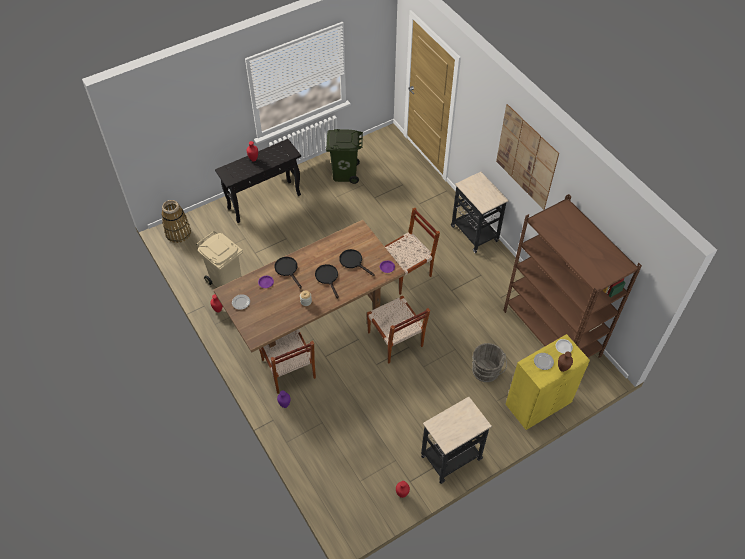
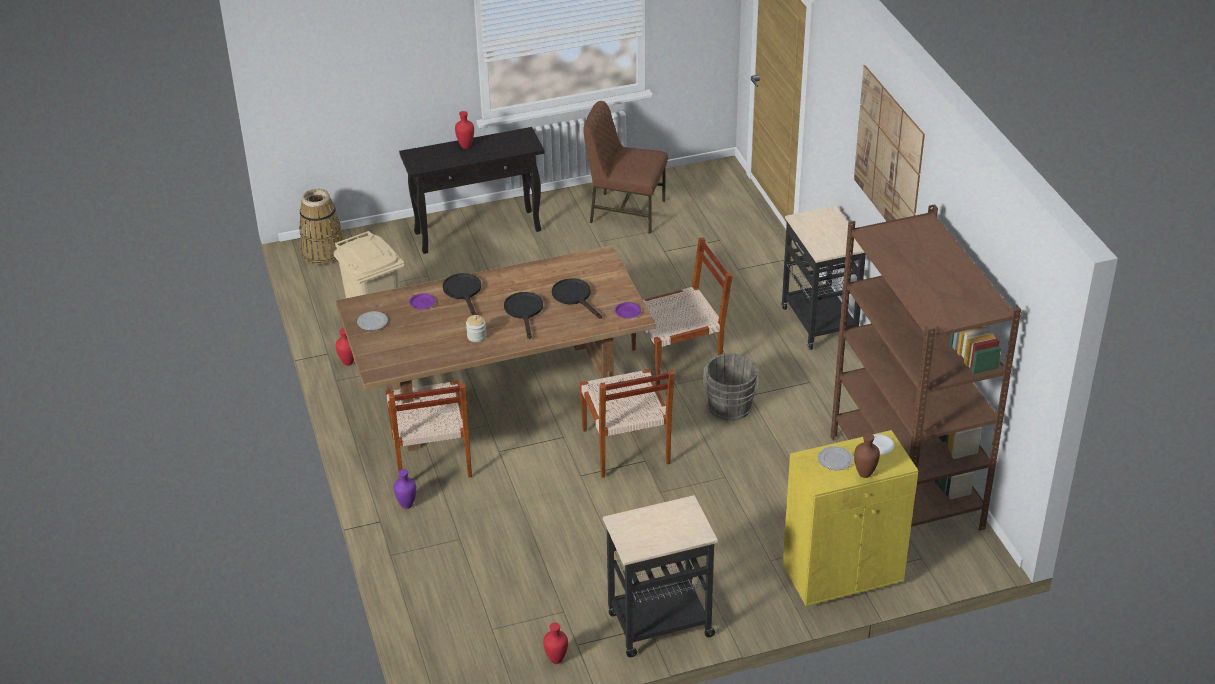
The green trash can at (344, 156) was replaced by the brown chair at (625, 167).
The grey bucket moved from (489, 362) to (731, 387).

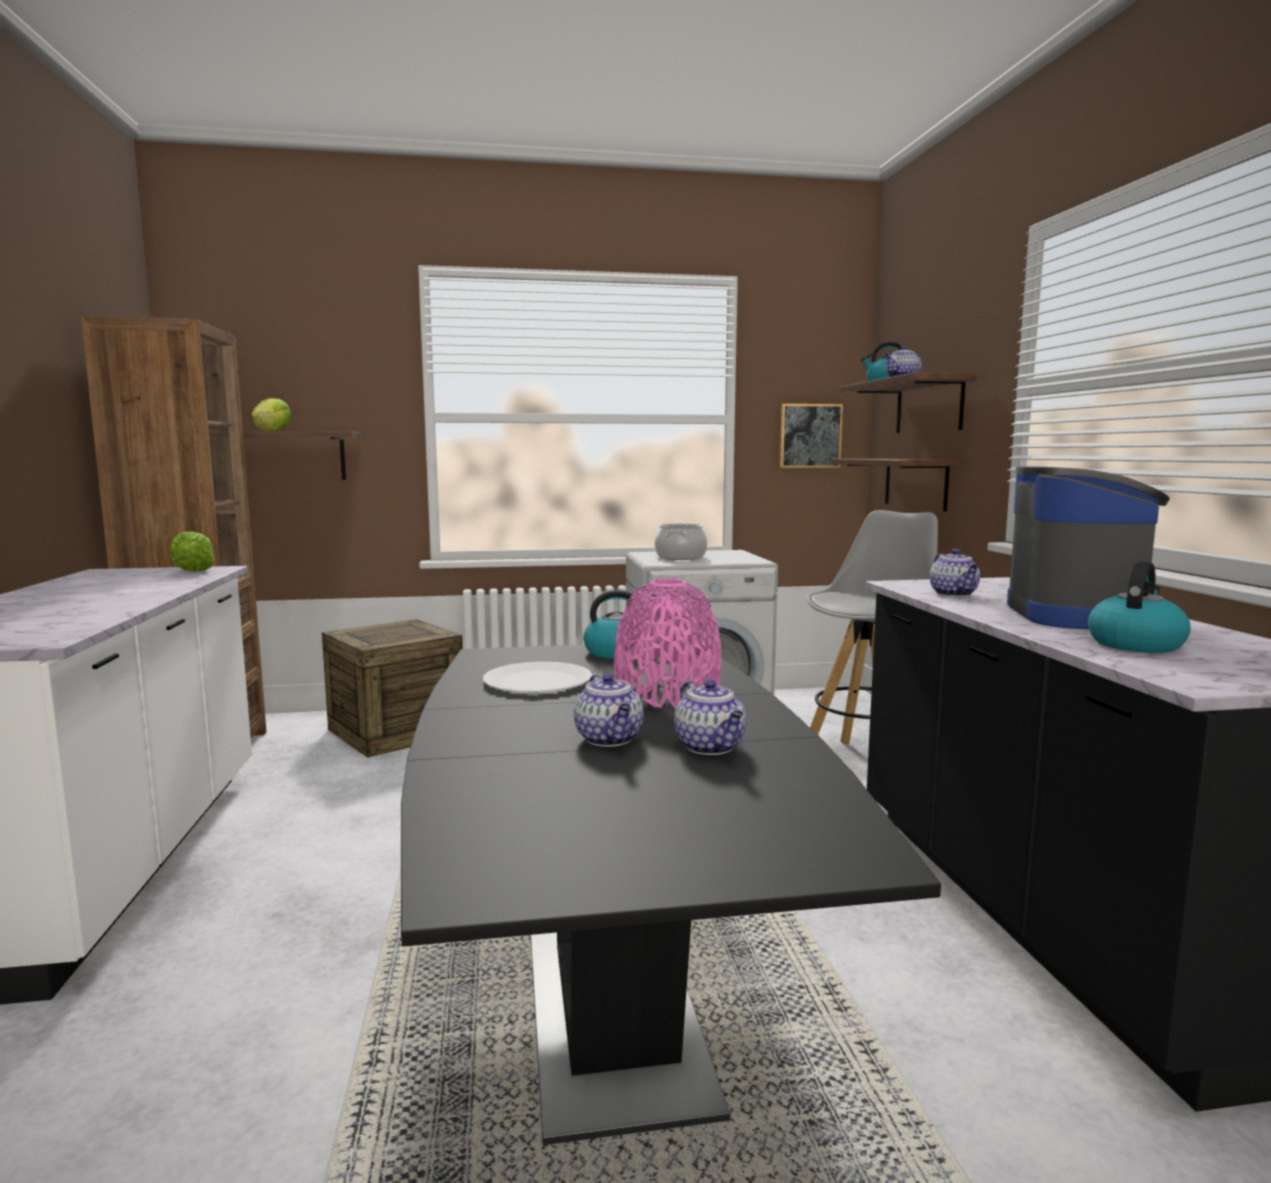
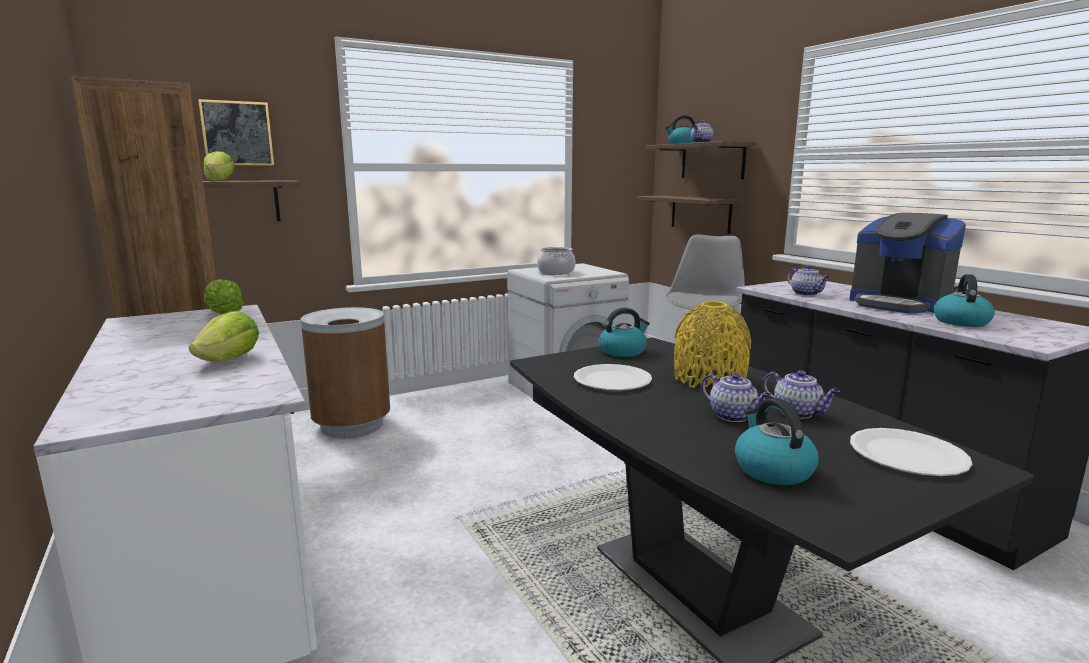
The lettuce at (224, 336) appeared.
The picture moved from (811, 436) to (236, 132).
The crate at (392, 688) was replaced by the brown trash can at (345, 372).
The pink vase at (667, 644) became the yellow vase at (712, 344).
The kettle at (777, 441) appeared.
The coffee machine at (1088, 547) turned 150 degrees clockwise.
The white plate at (911, 452) appeared.

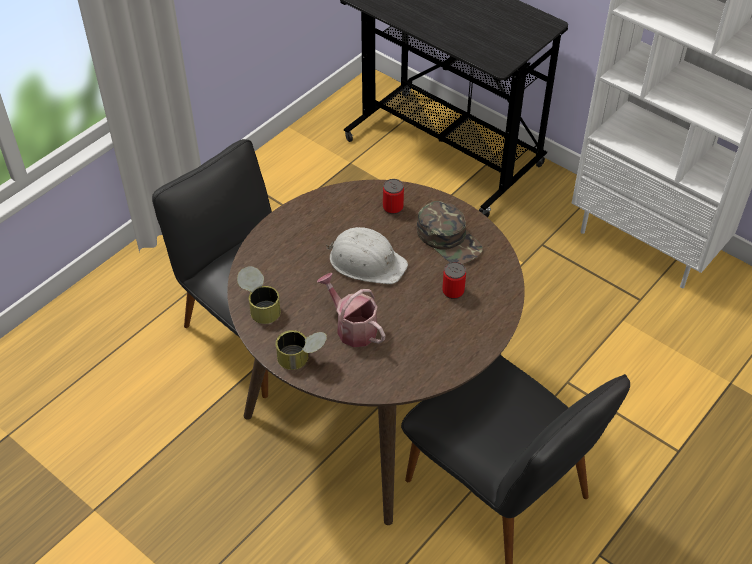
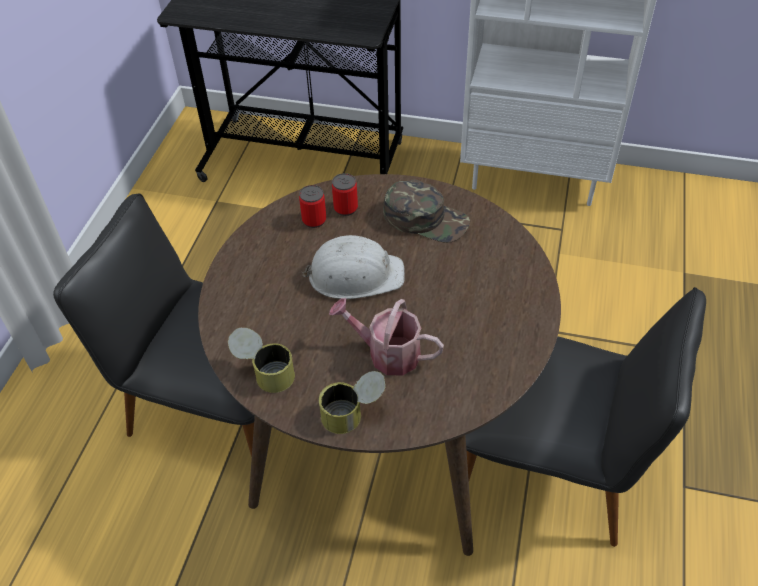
The can moved from (454, 280) to (312, 206).

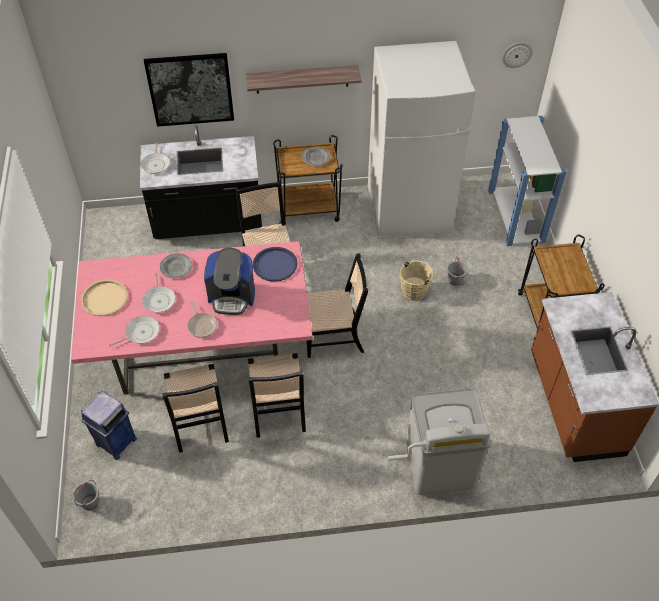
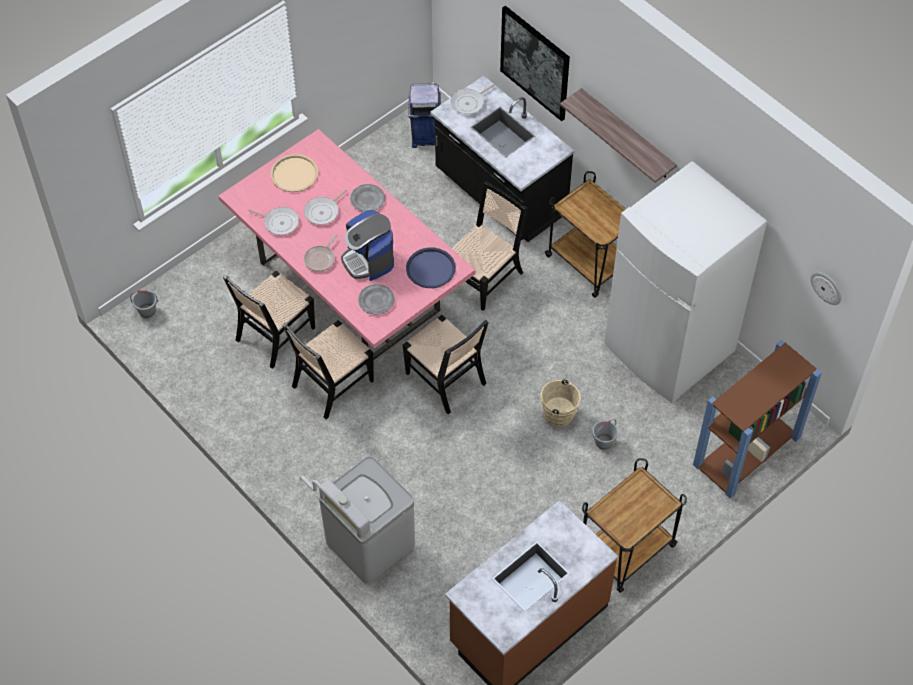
The grey plate moved from (316, 156) to (376, 299).
The blue trash can moved from (109, 425) to (425, 115).
The white bookcase at (527, 181) became the brown bookcase at (757, 419).

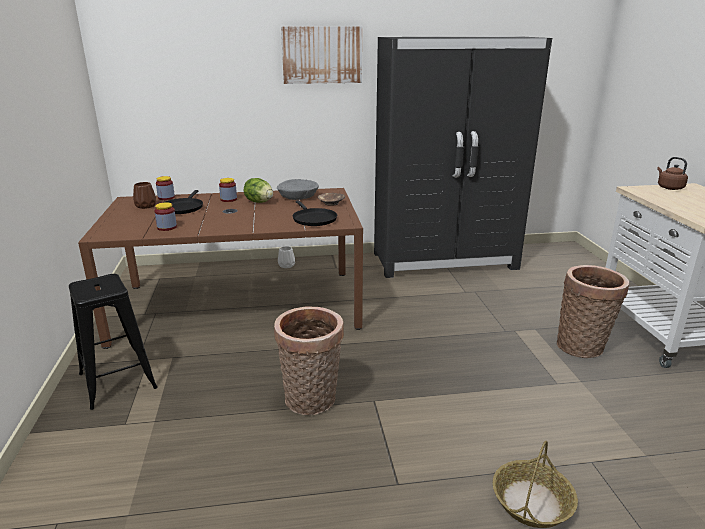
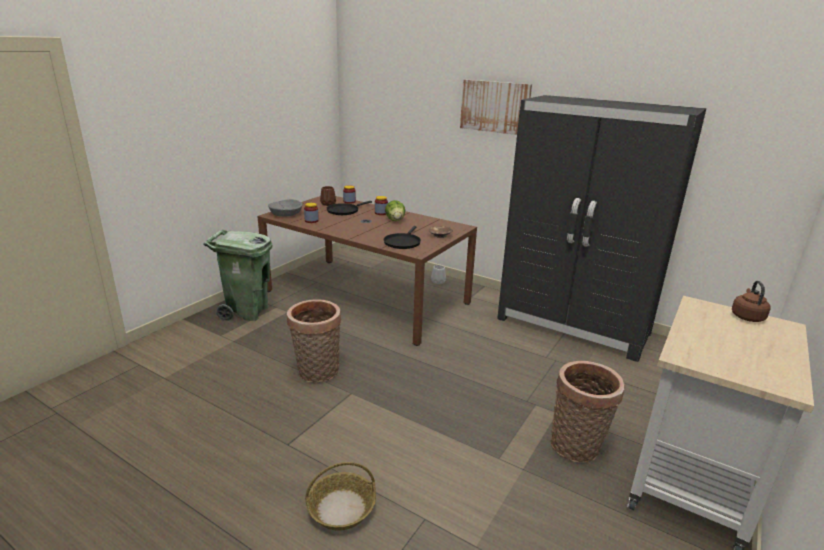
The black stool at (113, 342) was replaced by the green trash can at (238, 275).
The grey bowl moved from (298, 189) to (285, 208).

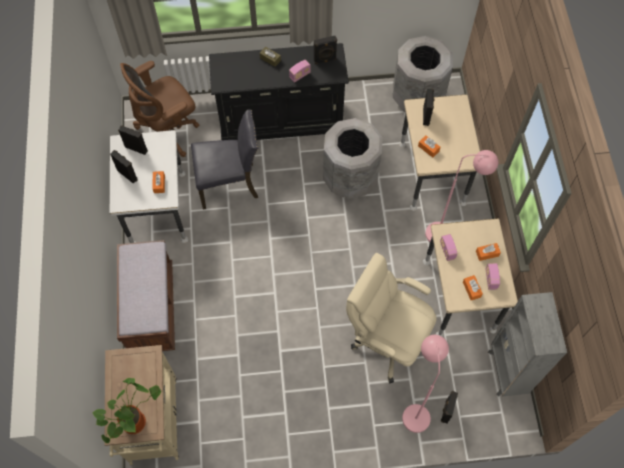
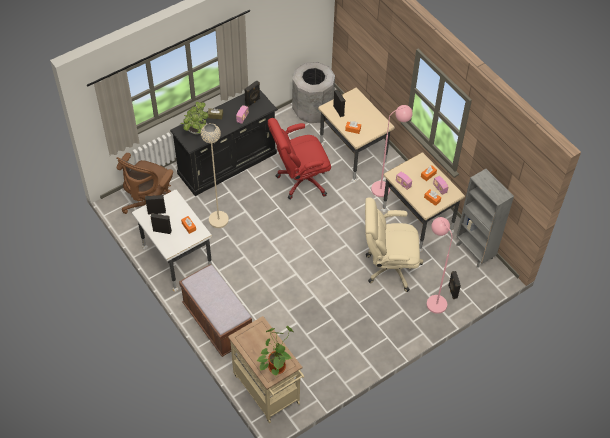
The potted plant at (194, 118) appeared.
The grey chair at (224, 159) was replaced by the beige floor lamp at (215, 175).
The grey trash can at (353, 158) was replaced by the red office chair at (299, 159).

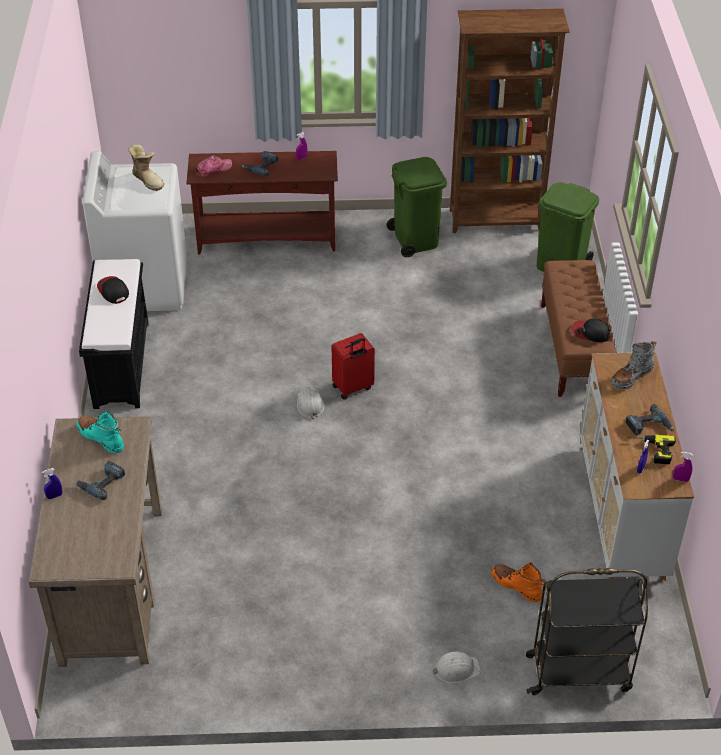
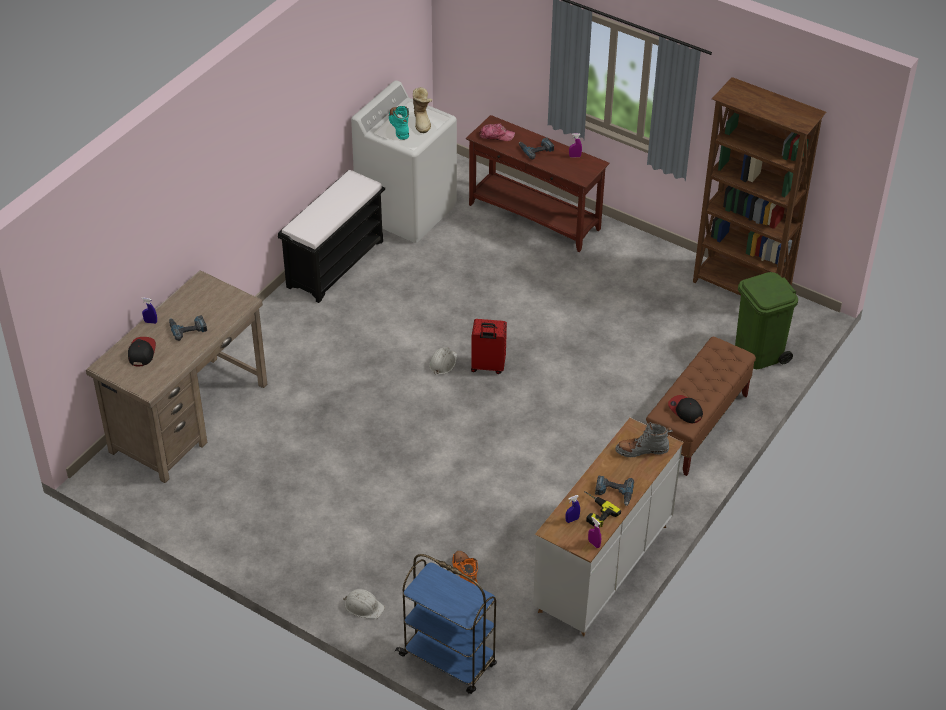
The cap moved from (113, 290) to (142, 351).
The turquoise boot moved from (100, 432) to (399, 123).
The black cart at (587, 631) became the blue cart at (446, 624).
The green trash can at (417, 207) disappeared.

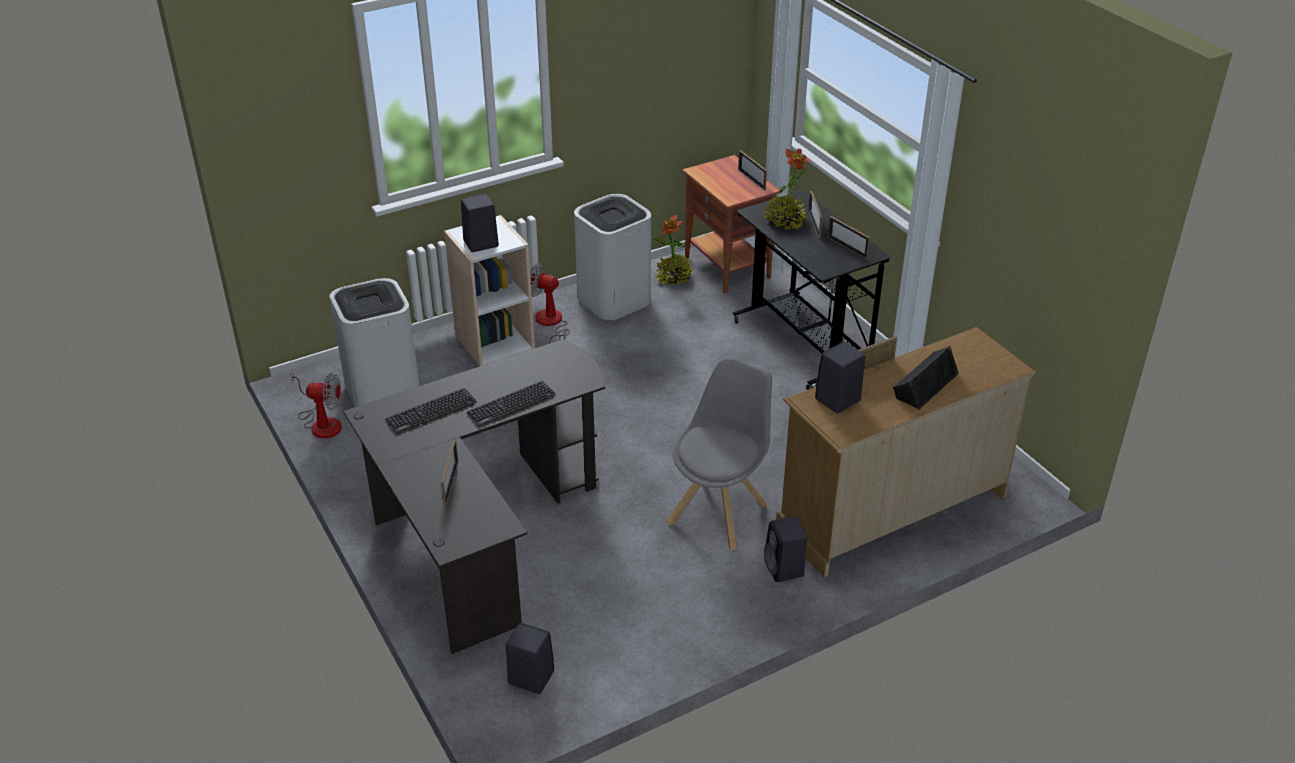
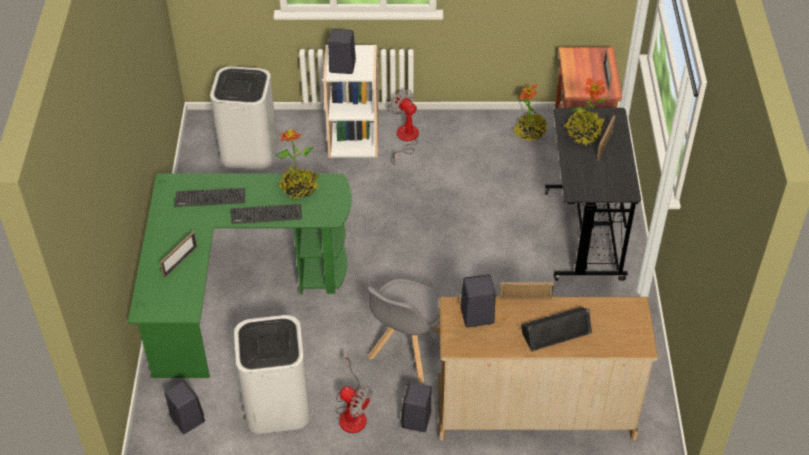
The black desk at (474, 496) became the green desk at (240, 275).
The white trash can moved from (612, 257) to (272, 374).
The potted plant at (298, 164) appeared.
The fan moved from (316, 404) to (354, 392).
The grey chair at (719, 454) turned 150 degrees clockwise.
The picture frame at (848, 237) disappeared.

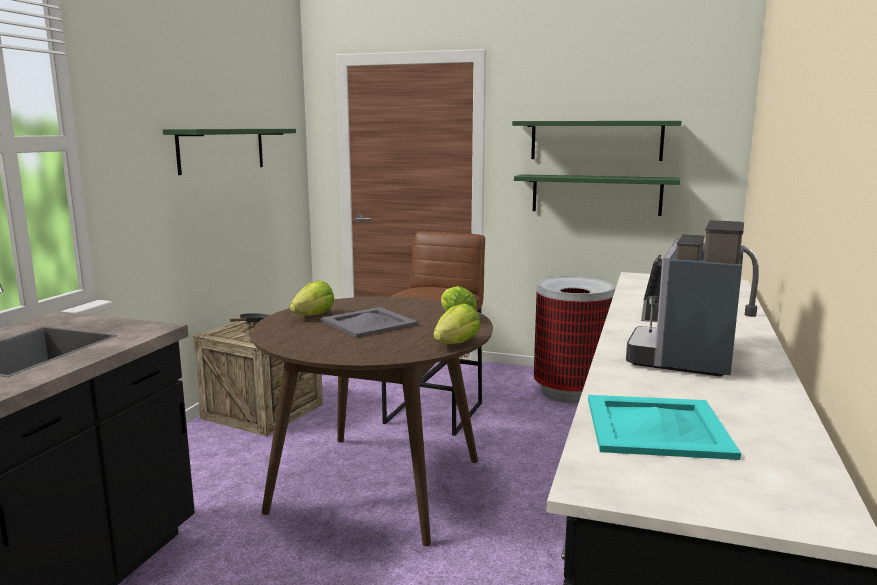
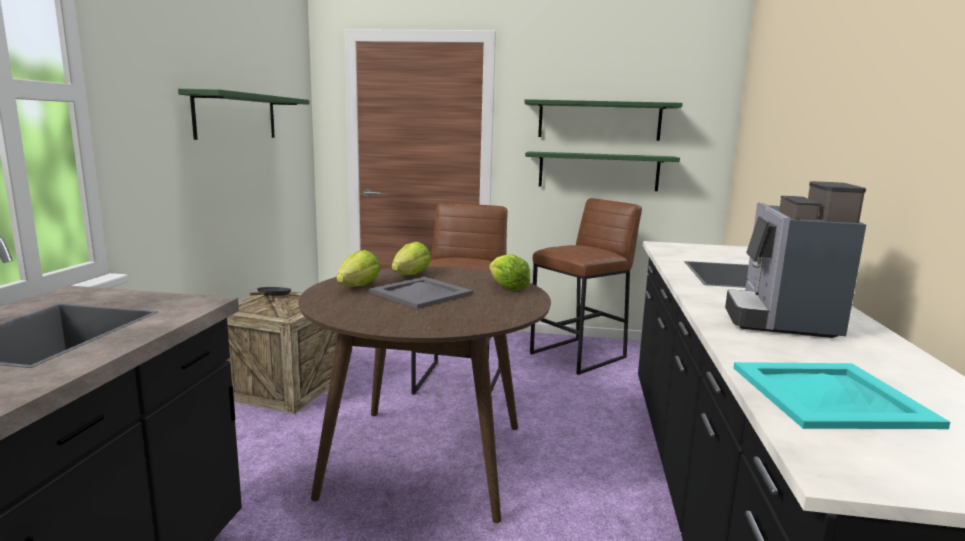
The lettuce moved from (456, 323) to (411, 258).
The trash can at (574, 340) was replaced by the brown stool at (586, 286).

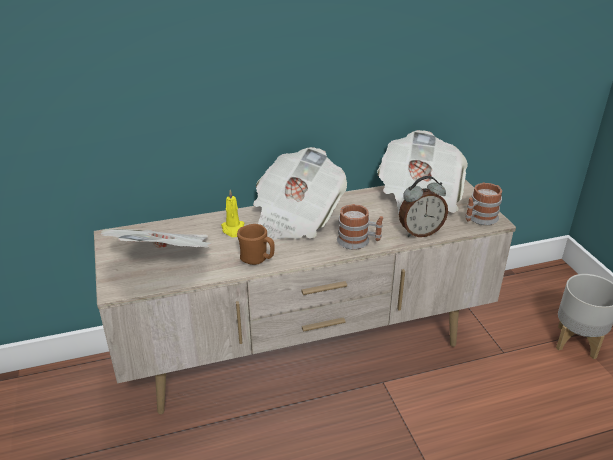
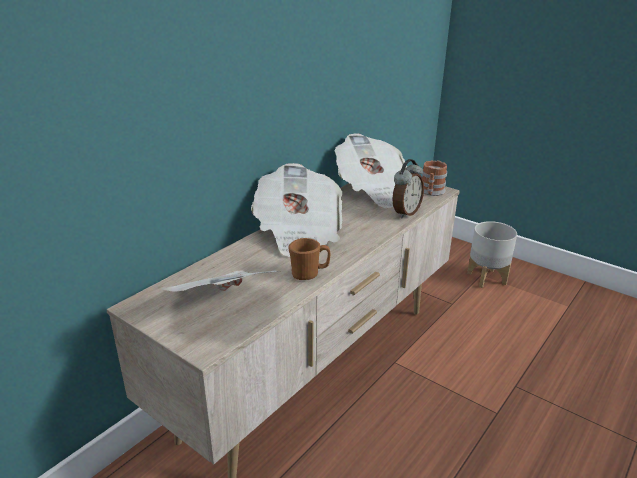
The yellow candle at (232, 213) disappeared.
The mug at (360, 227) disappeared.

